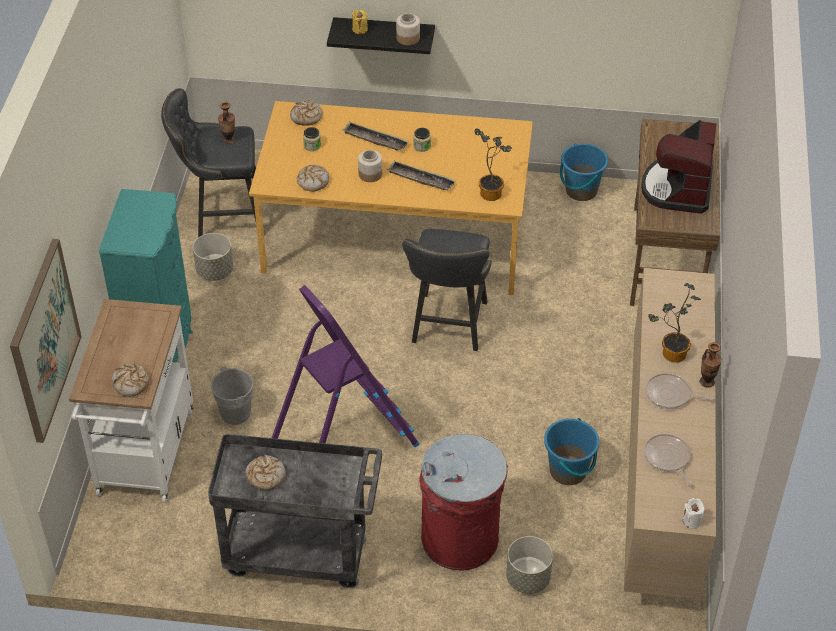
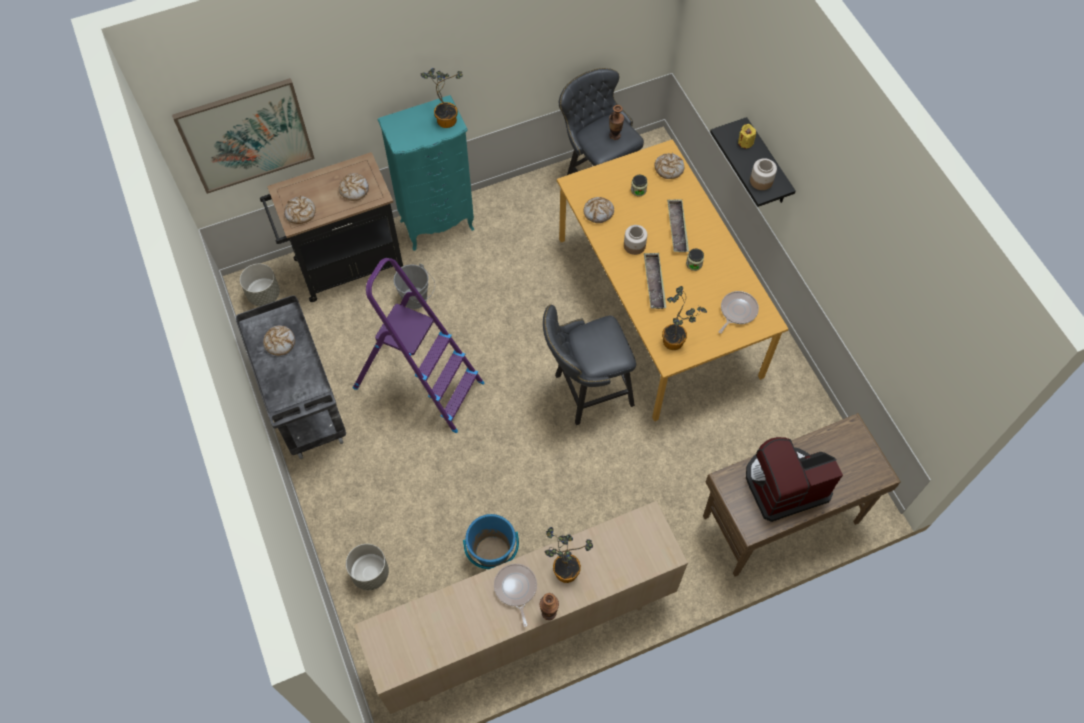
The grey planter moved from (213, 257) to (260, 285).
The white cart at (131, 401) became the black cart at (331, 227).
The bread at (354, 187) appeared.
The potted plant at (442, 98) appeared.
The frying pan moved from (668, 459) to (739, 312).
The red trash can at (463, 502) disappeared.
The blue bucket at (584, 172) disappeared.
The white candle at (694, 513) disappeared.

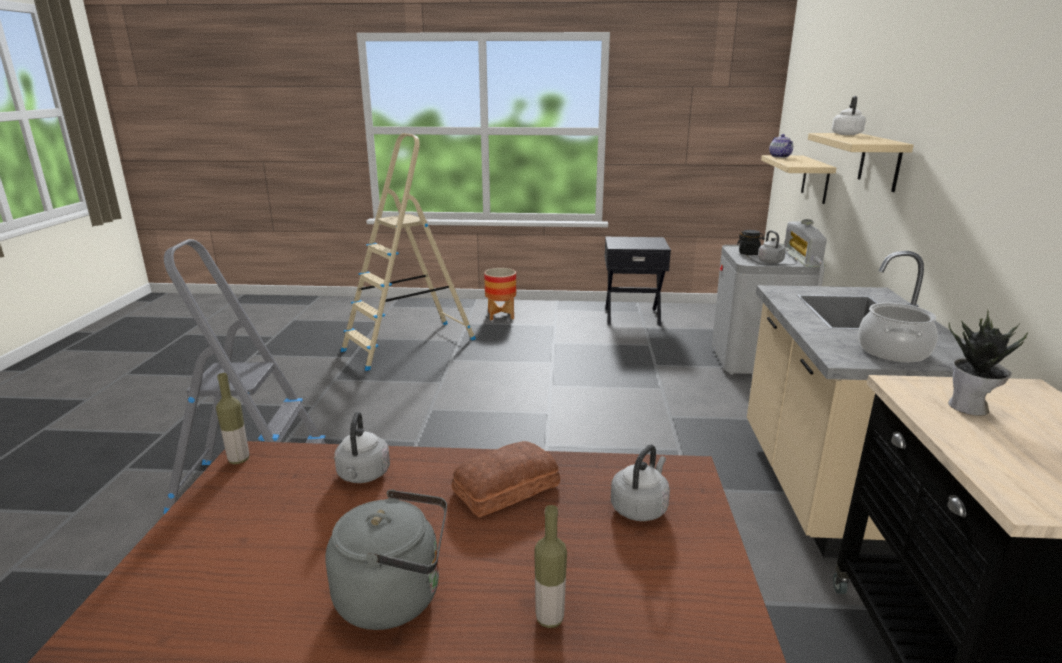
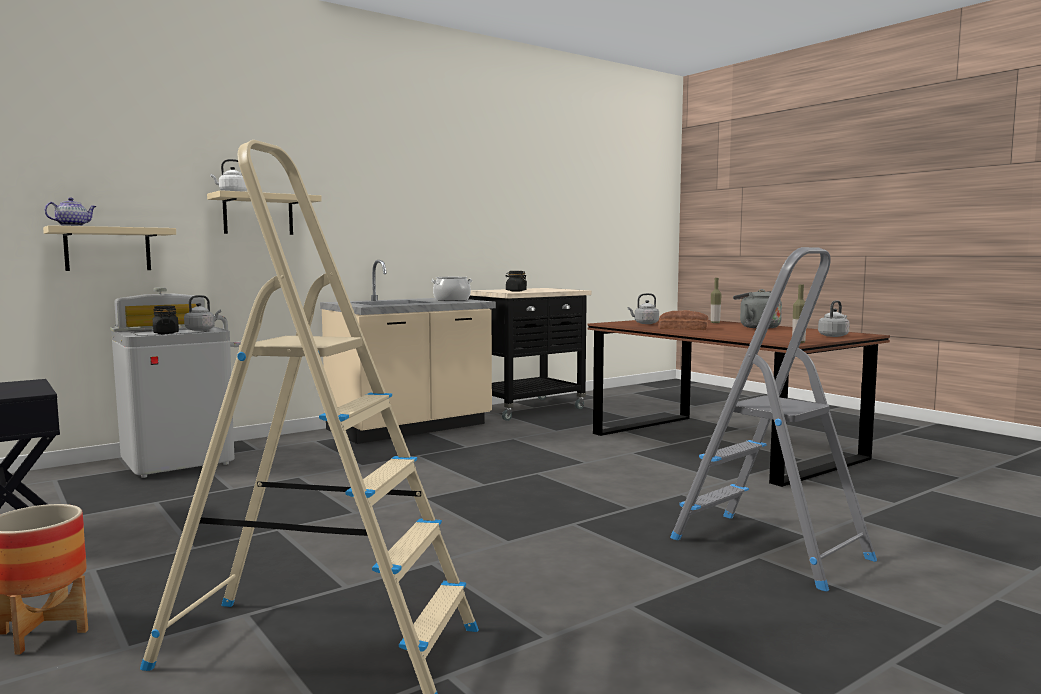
The potted plant at (988, 363) was replaced by the black jar at (516, 281).
The grey kettle moved from (362, 447) to (834, 318).

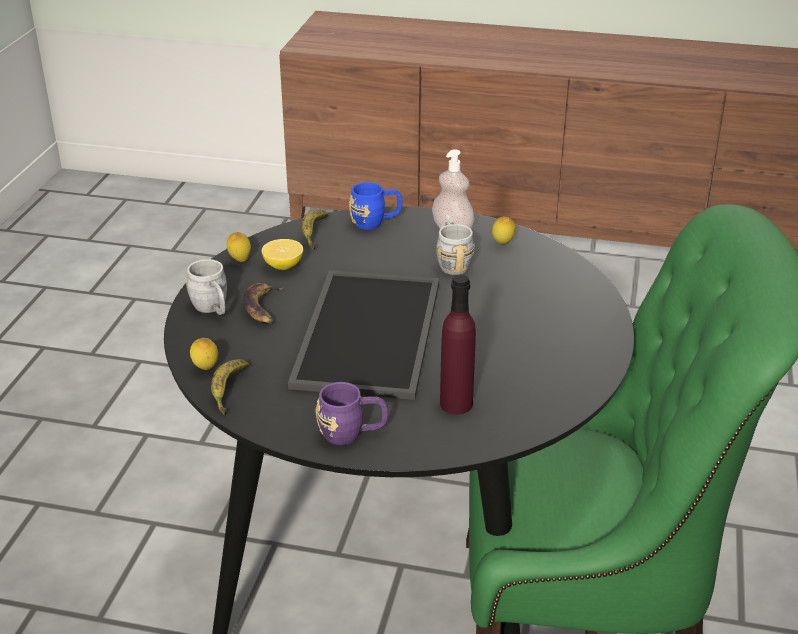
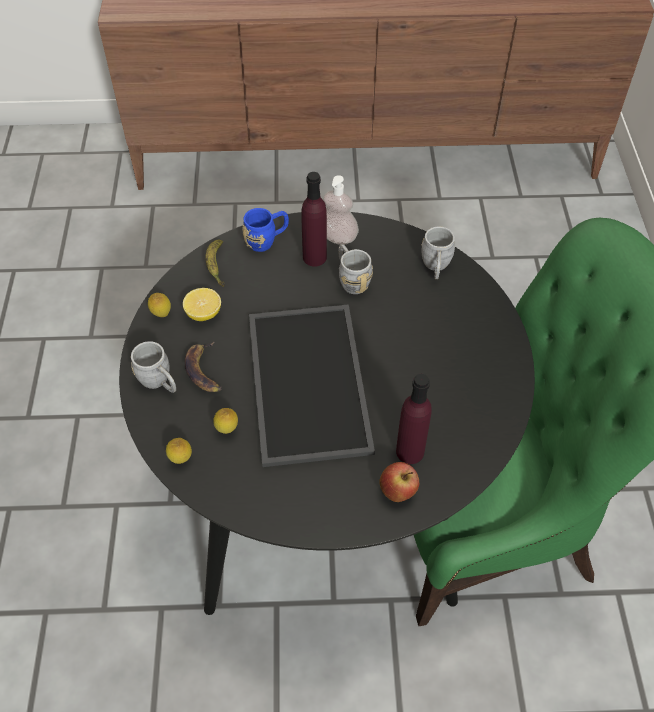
The lemon moved from (504, 231) to (226, 421).
The purple bottle at (314, 219) appeared.
The apple at (399, 482) appeared.
The grey mug at (438, 253) appeared.
The banana at (230, 387) disappeared.
The purple mug at (352, 413) disappeared.

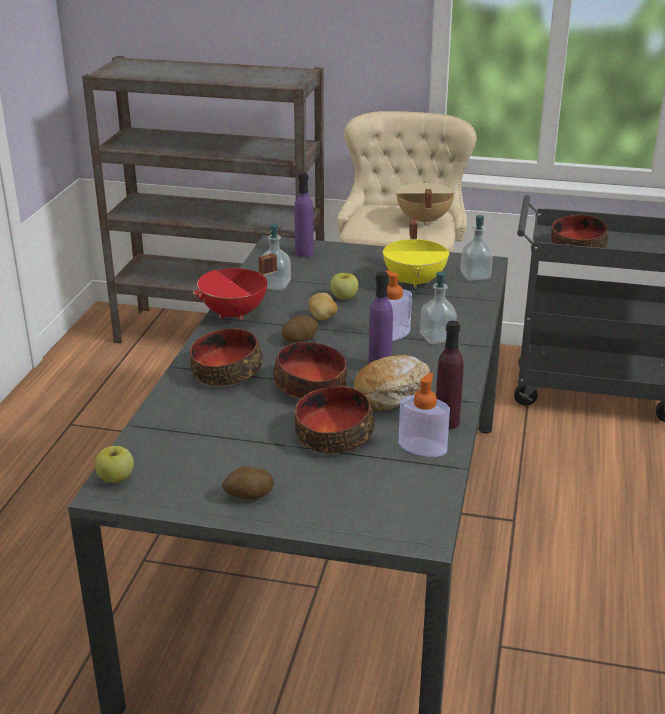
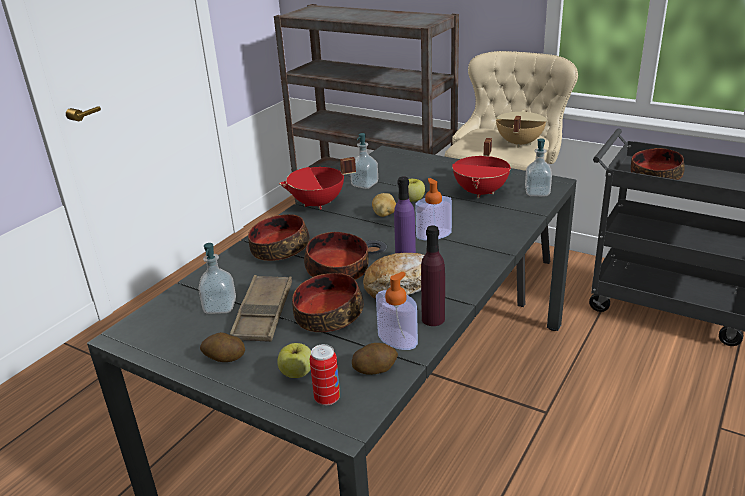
The soap dispenser moved from (438, 308) to (217, 278).
The brown tray at (261, 308) appeared.
The apple moved from (114, 464) to (294, 360).
The can at (325, 375) appeared.
The potato moved from (300, 329) to (375, 359).
The yellow cooking pot at (415, 253) became the red cooking pot at (481, 168).
The purple bottle at (304, 214) disappeared.

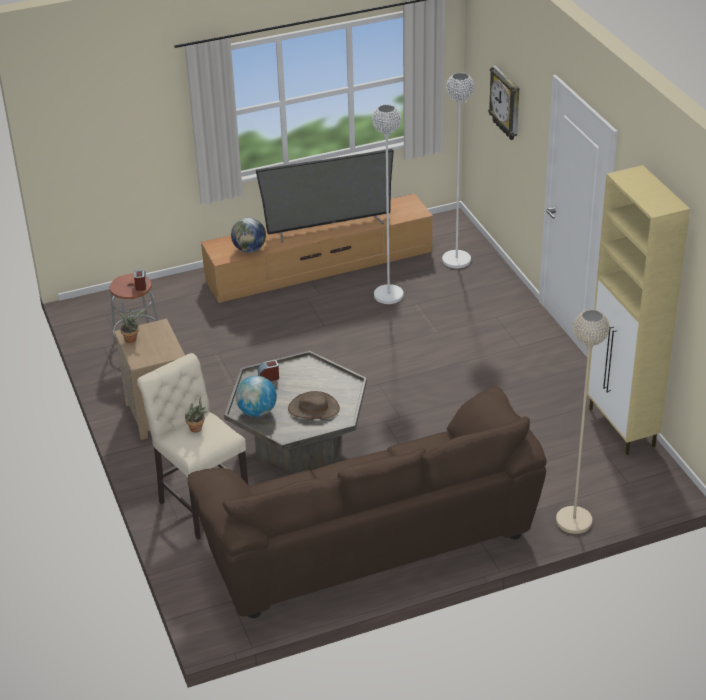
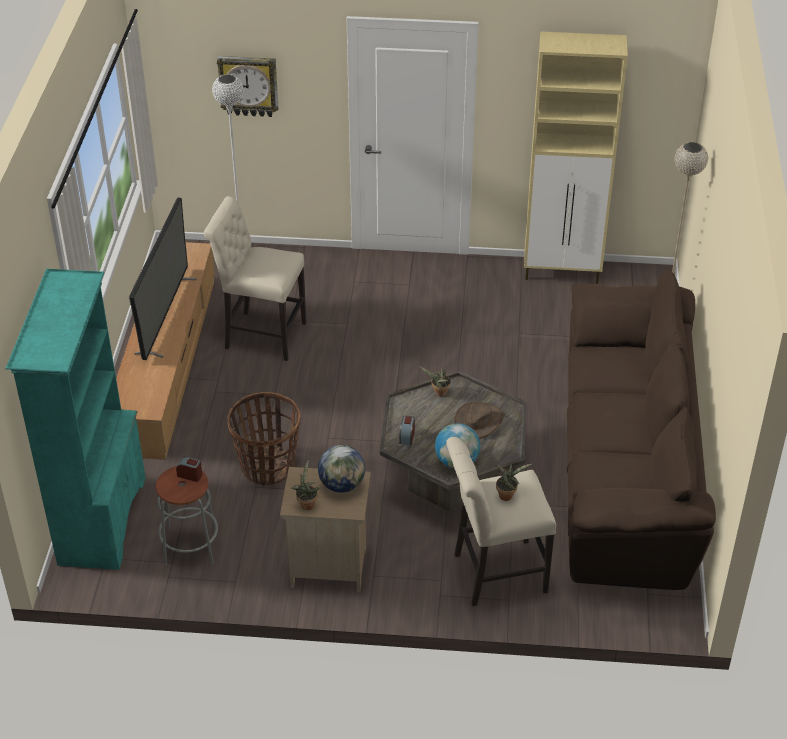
The turquoise bookcase at (75, 419) appeared.
The white floor lamp at (388, 204) was replaced by the beige stool at (255, 278).
The basket at (264, 439) appeared.
The globe moved from (248, 235) to (341, 469).
The potted plant at (435, 381) appeared.

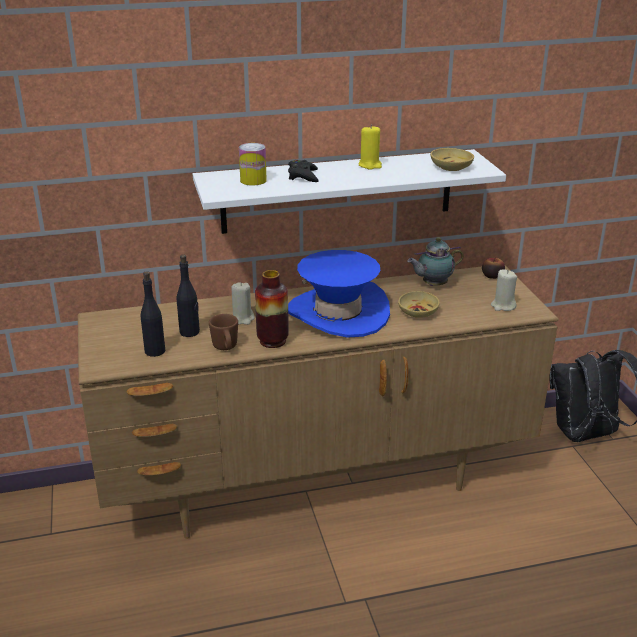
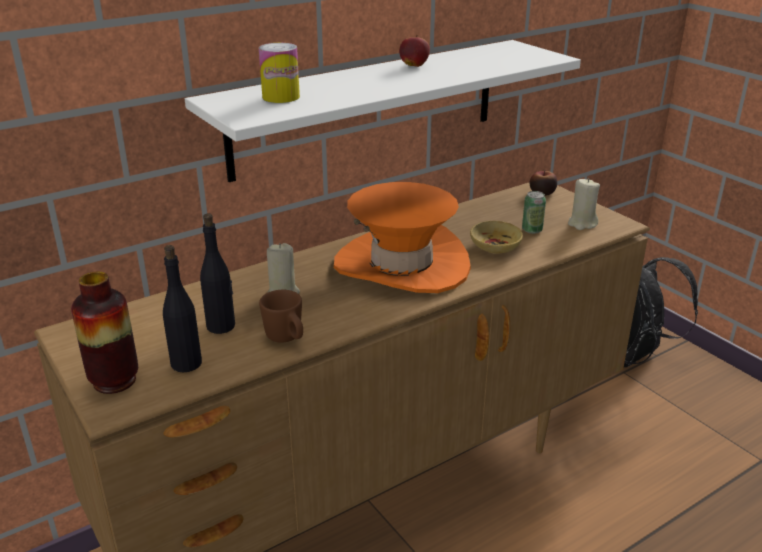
The vase moved from (272, 309) to (104, 333).
The blue hat at (339, 294) became the orange hat at (402, 237).
The yellow candle at (370, 147) was replaced by the apple at (414, 51).
The can at (534, 212) appeared.
The black game controller at (303, 171) disappeared.
The teapot at (435, 261) disappeared.
The beige bowl at (452, 159) disappeared.

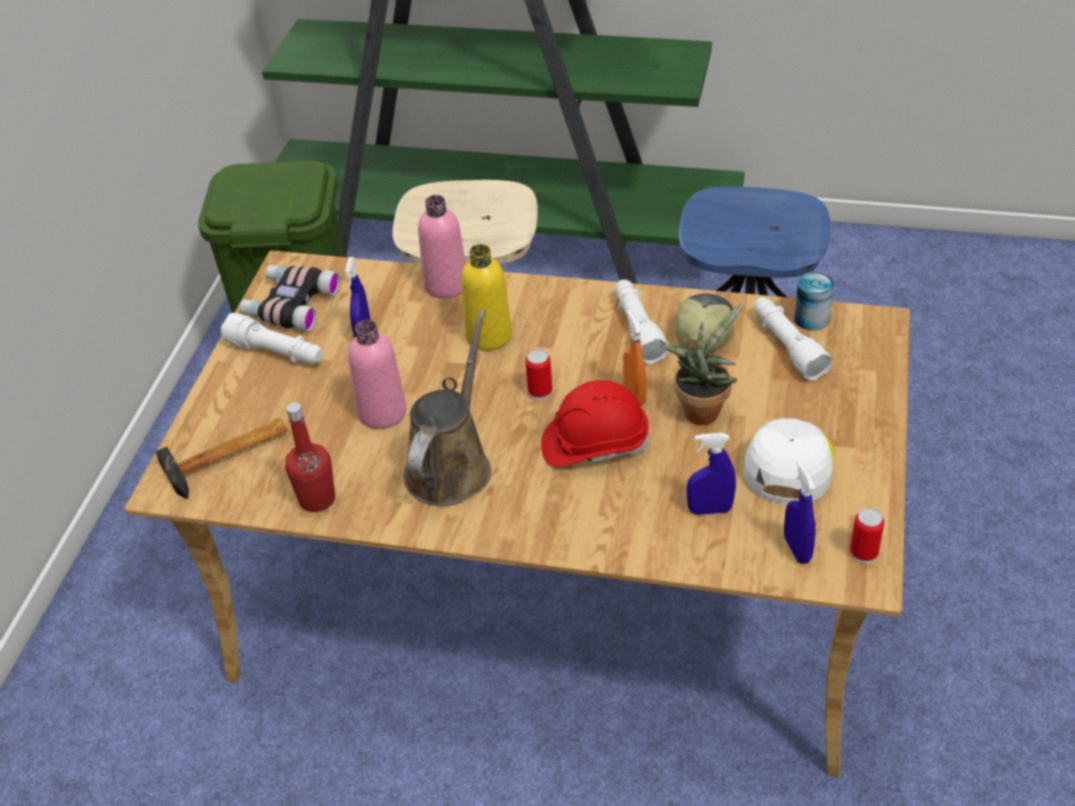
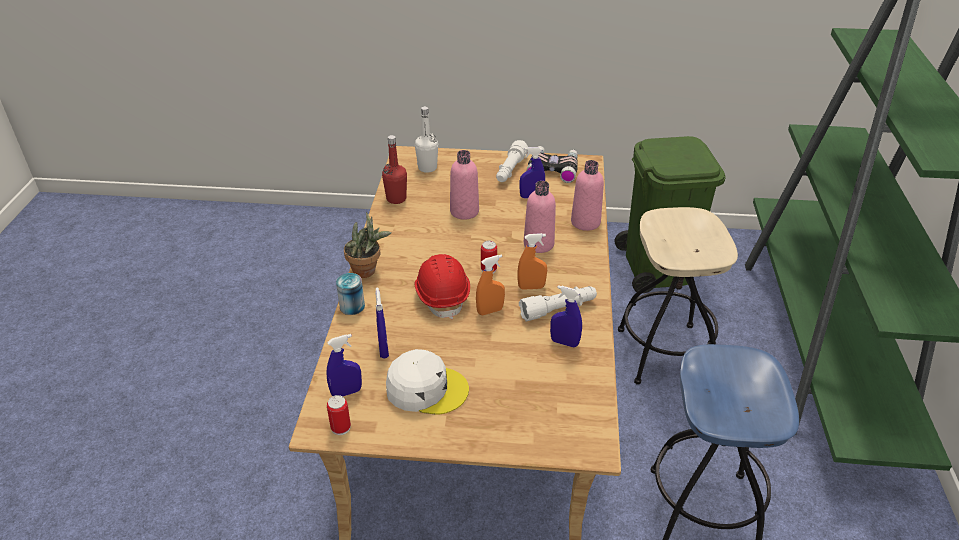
The can moved from (814, 301) to (350, 294).
The potted plant moved from (702, 363) to (368, 245).
The hammer at (221, 458) was replaced by the white bottle at (426, 139).
The orange spray bottle at (532, 261) appeared.
The yellow bottle at (486, 297) became the pink bottle at (540, 217).
The cap at (704, 323) was replaced by the blue spray bottle at (566, 316).
The brown watering can at (447, 408) disappeared.
The white flashlight at (793, 339) disappeared.

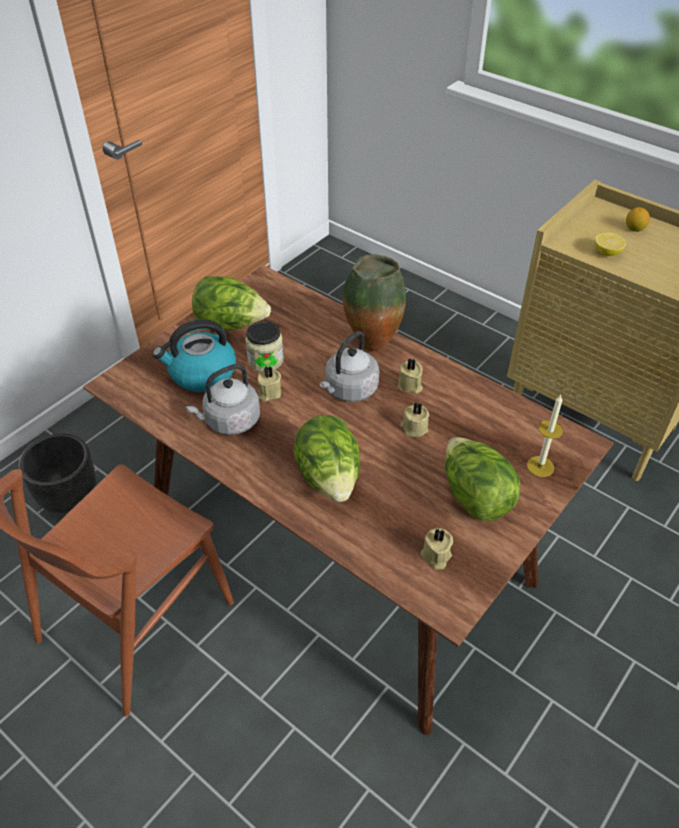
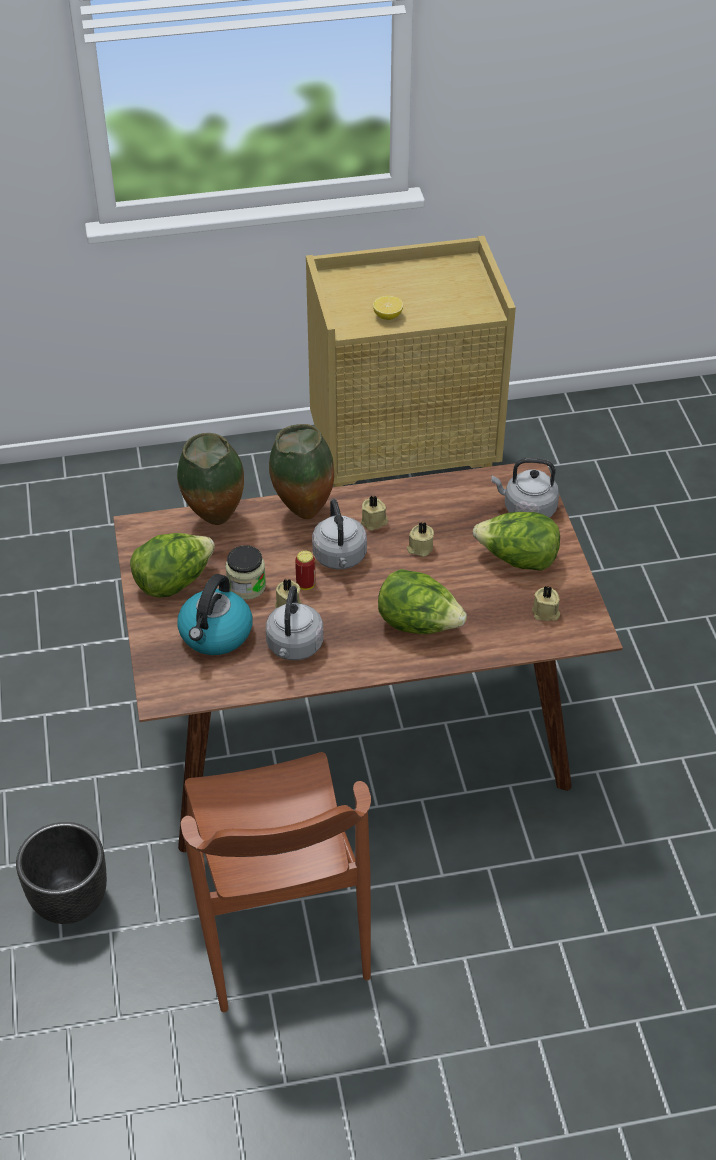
The vase at (210, 479) appeared.
The can at (305, 570) appeared.
The candle at (545, 436) was replaced by the grey kettle at (525, 488).
The lemon at (638, 219) disappeared.

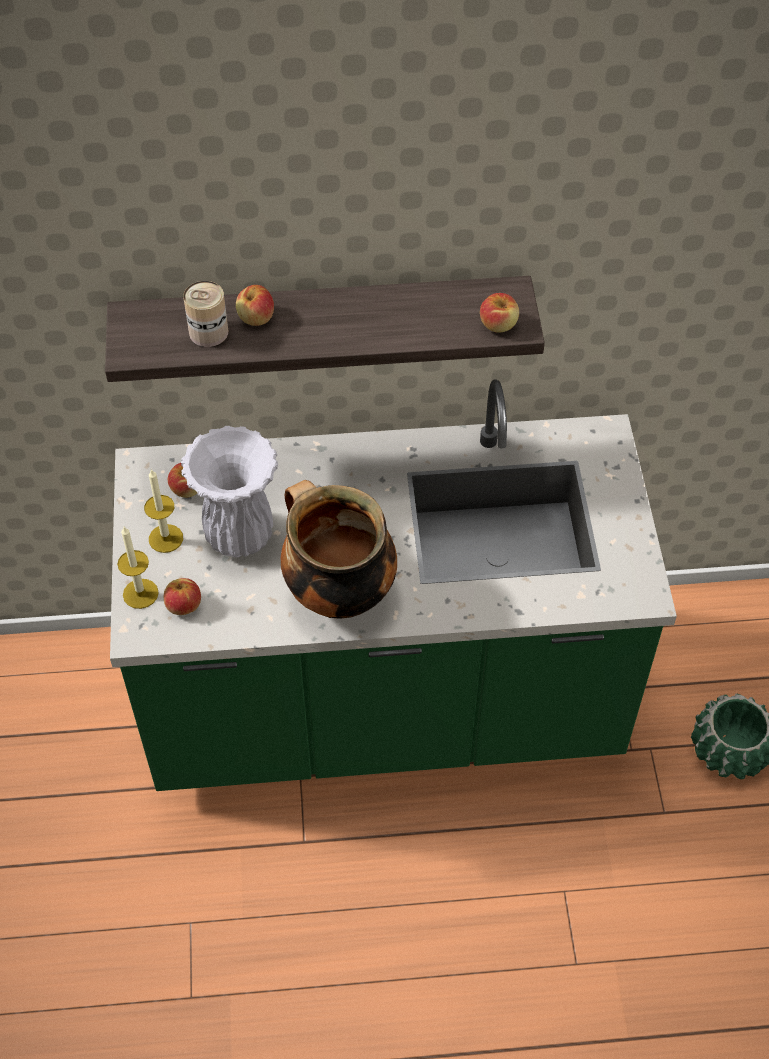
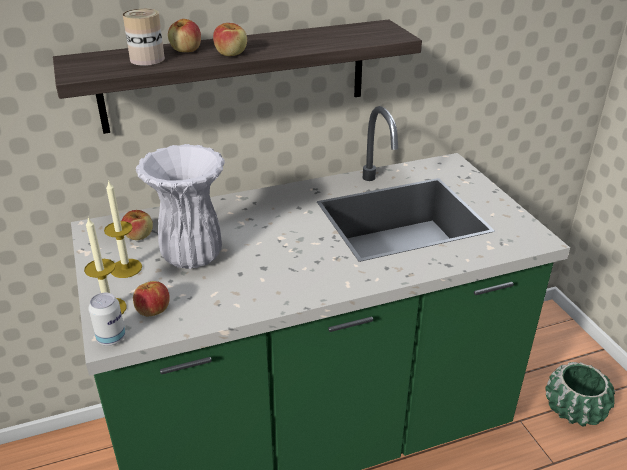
The can at (107, 319) appeared.
The apple moved from (499, 313) to (230, 39).
The cooking pot at (338, 549) disappeared.

